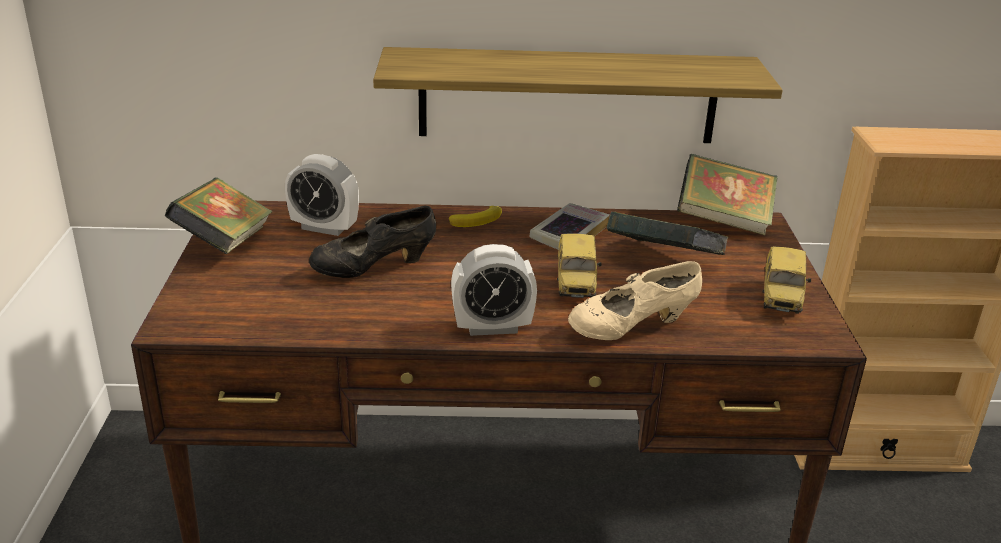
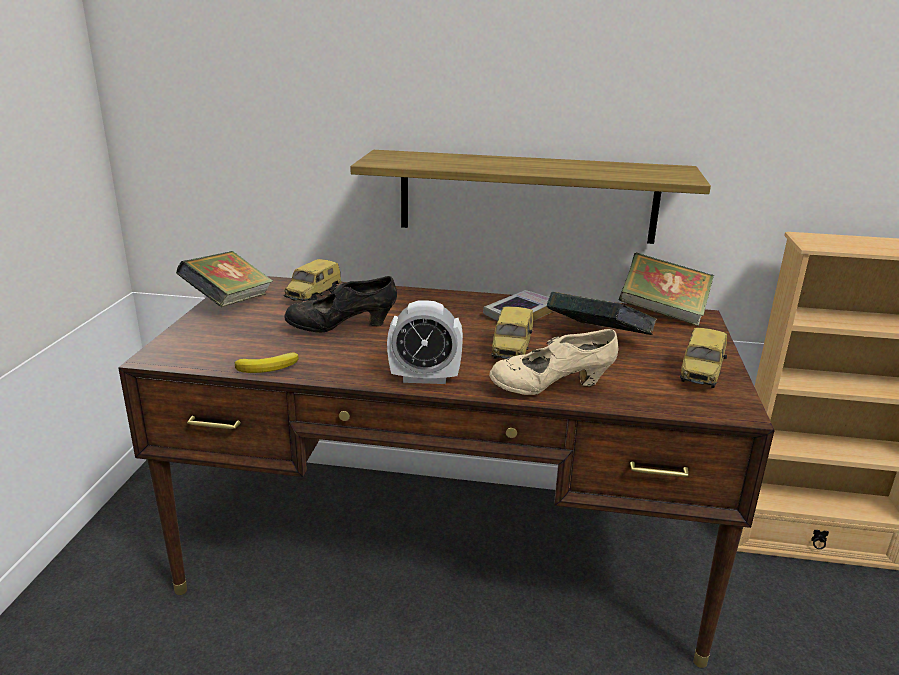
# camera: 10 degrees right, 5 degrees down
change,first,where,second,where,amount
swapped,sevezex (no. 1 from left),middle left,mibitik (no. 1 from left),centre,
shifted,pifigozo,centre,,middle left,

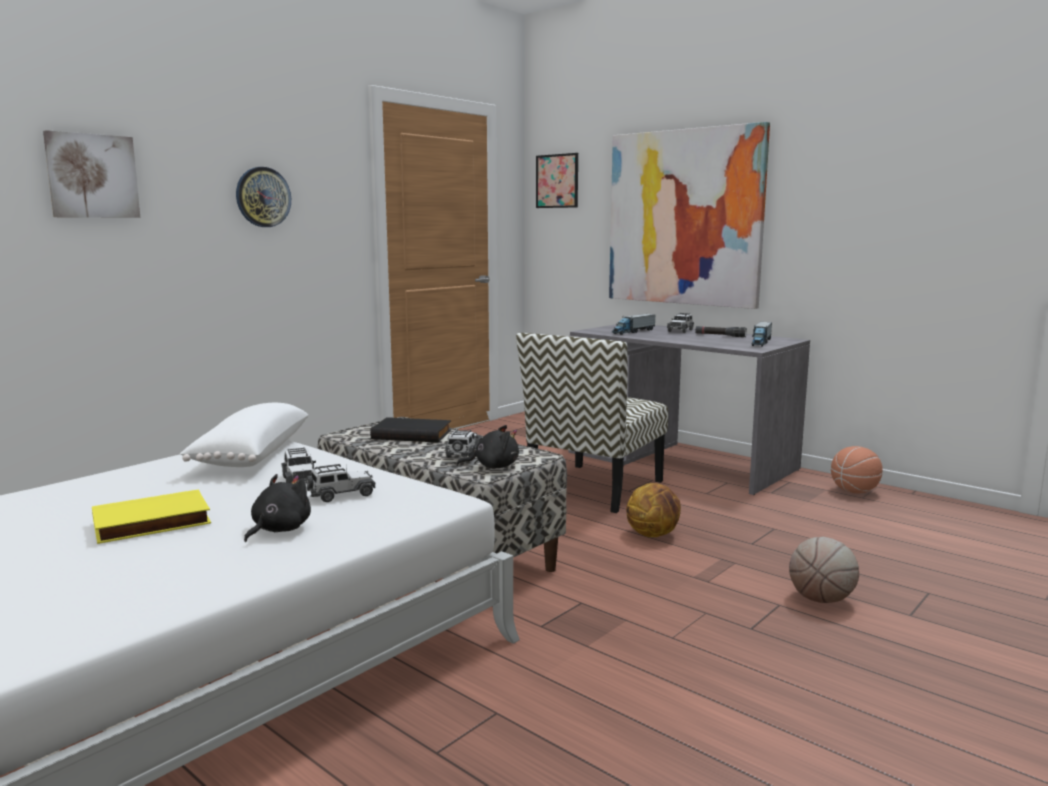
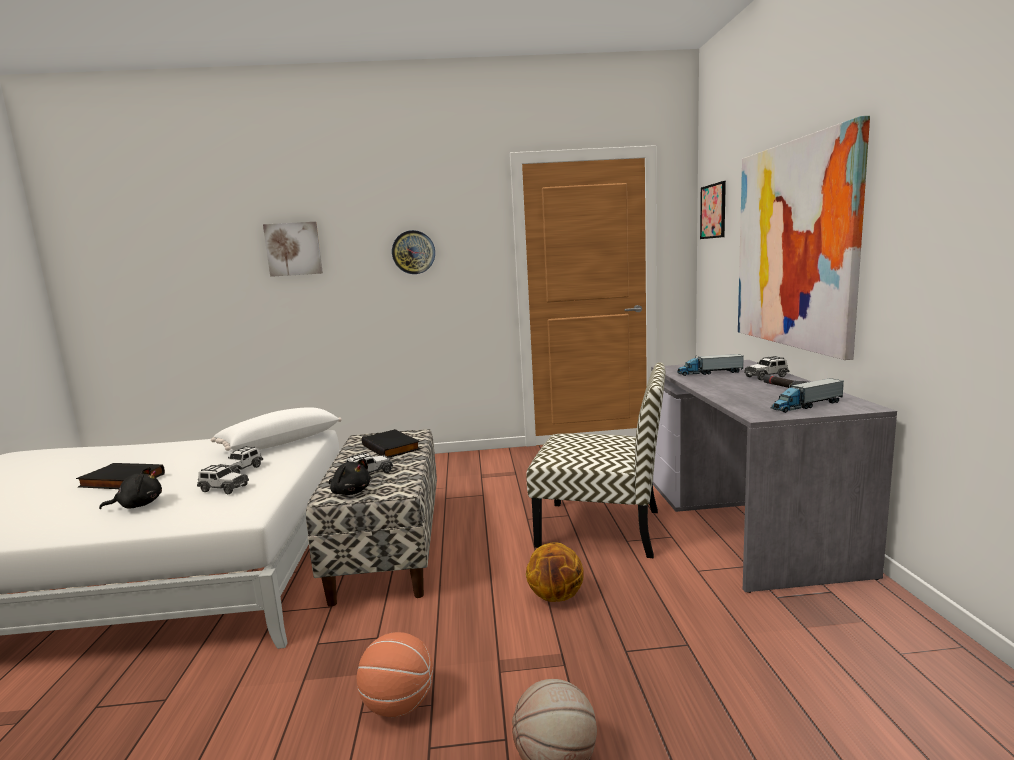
# camera: 45 degrees right, 0 degrees up
change,first,where,second,where,amount
repainted,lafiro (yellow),middle left,lafiro (black) (no. 1 from left),middle left,
rotated,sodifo,centre,,centre,150 degrees counterclockwise
shifted,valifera (no. 3 from left in the first image),middle right,valifera (no. 1 from left),bottom centre,

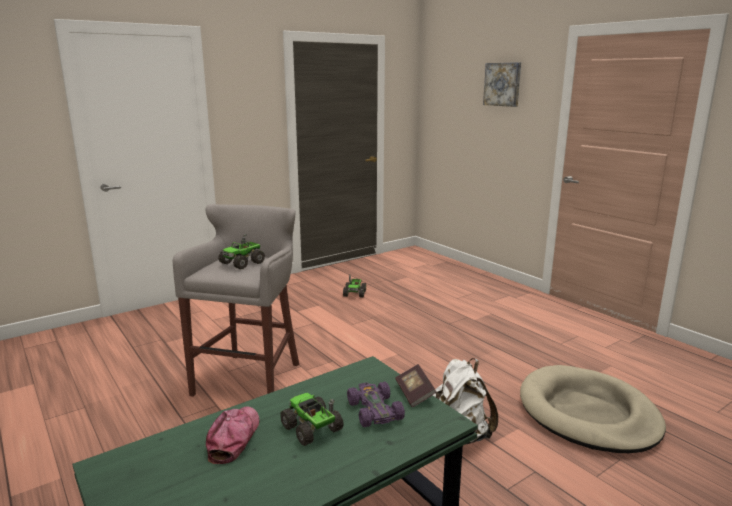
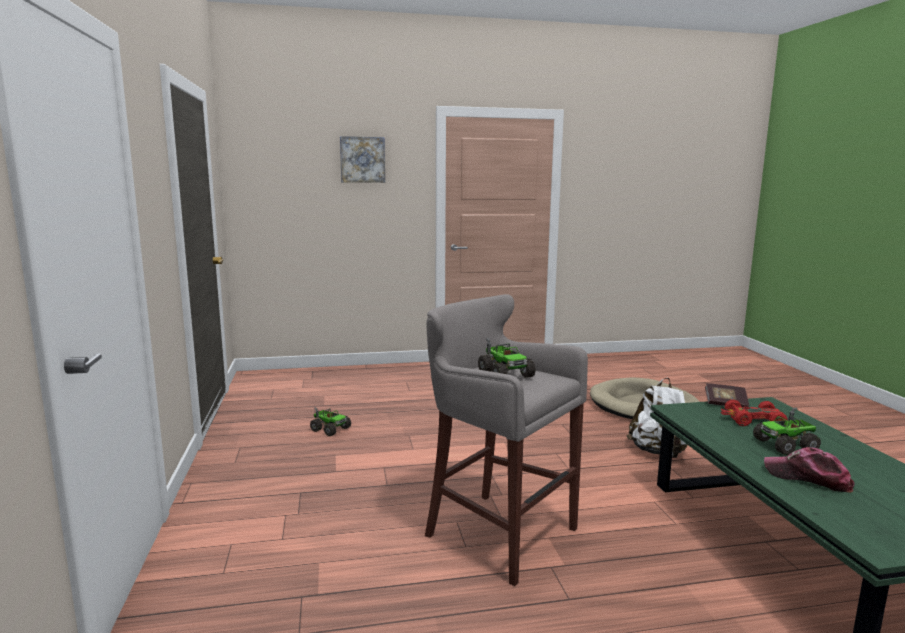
# camera: 65 degrees left, 5 degrees down
change,first,where,second,where,amount
repainted,mibitik (purple),bottom centre,mibitik (red),middle right,

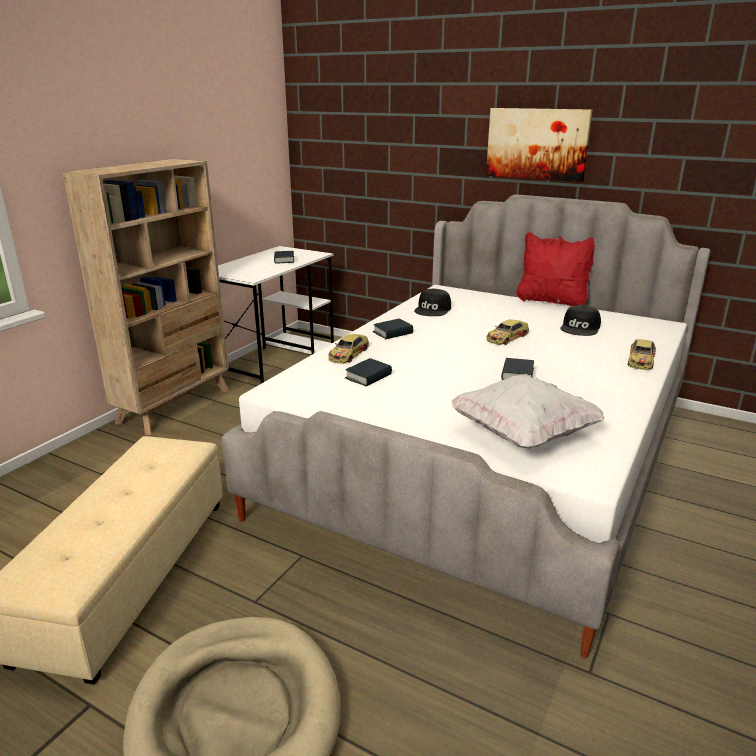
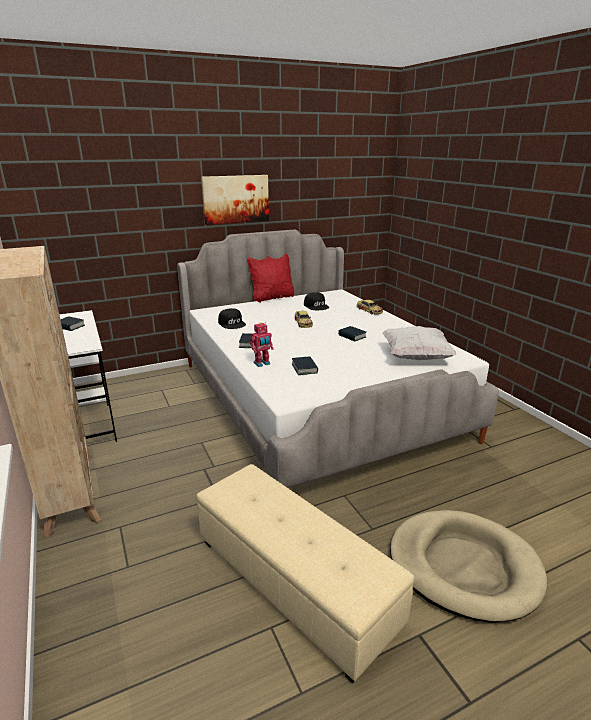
# camera: 55 degrees left, 0 degrees up
change,first,where,second,where,amount
swapped,mibitik (no. 1 from left),centre,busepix,centre,

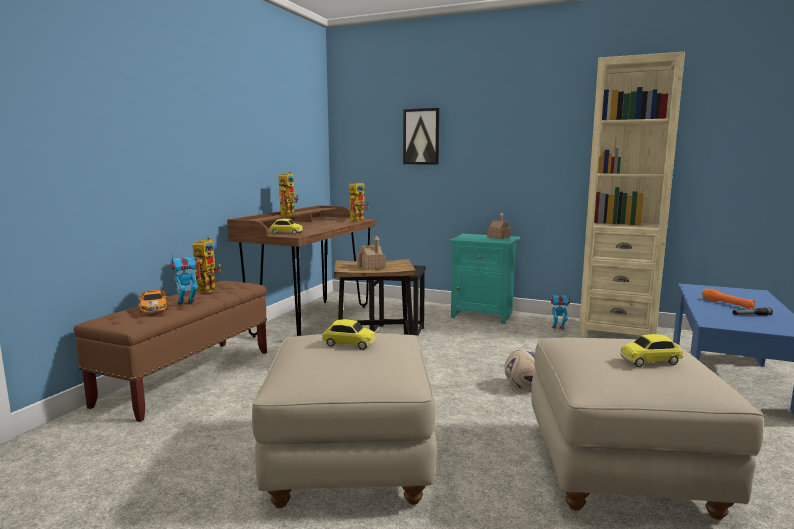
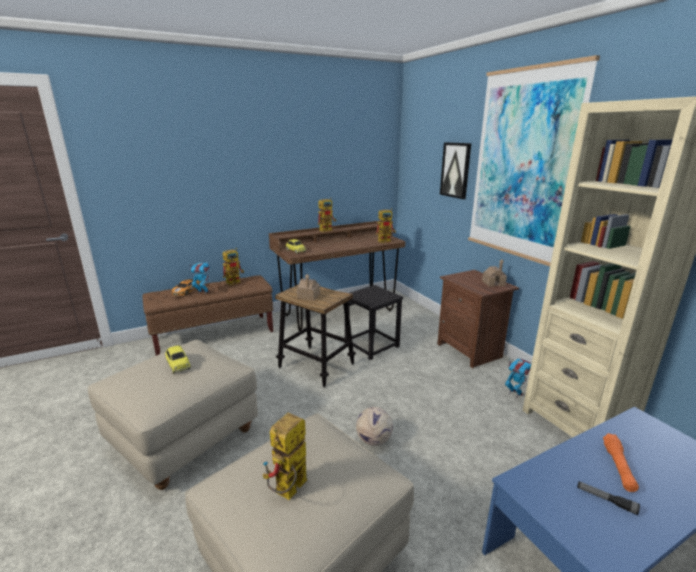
# camera: 40 degrees right, 10 degrees up
change,first,where,second,where,amount
repainted,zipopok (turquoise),centre,zipopok (brown),middle right,
swapped,mibitik (no. 4 from left),middle right,busepix (no. 3 from left),bottom centre,
new,,,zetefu (no. 2 from left),top right,

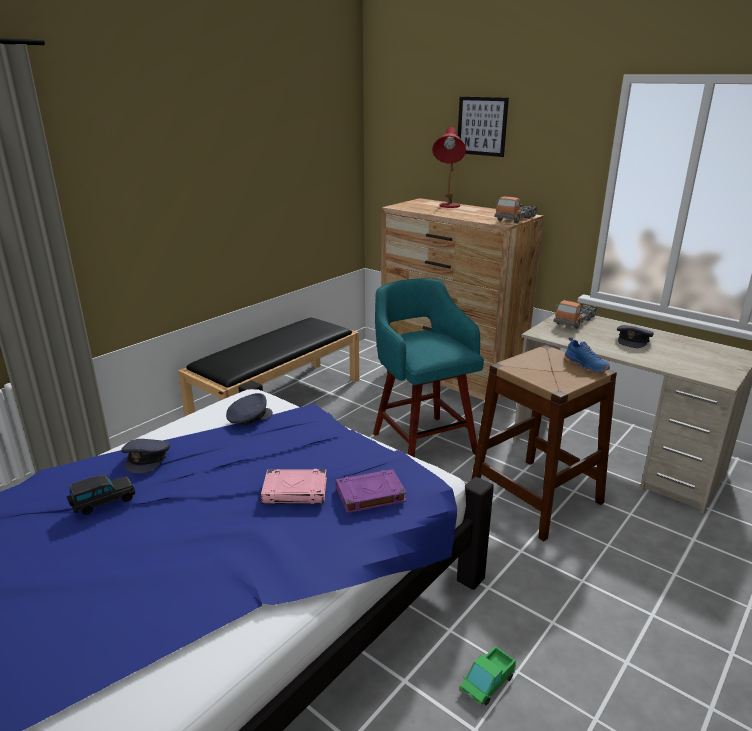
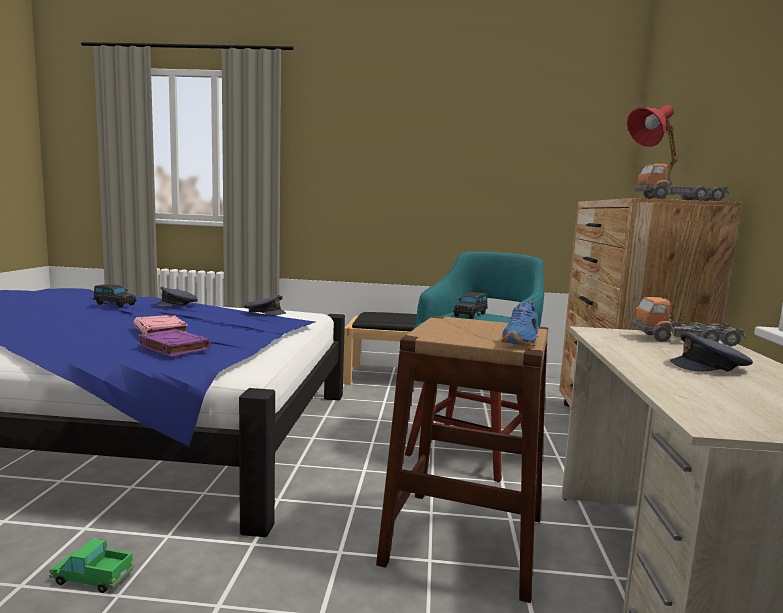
# camera: 55 degrees right, 15 degrees down
change,first,where,second,where,amount
gone,zetefu,top centre,,,
new,,,mibitik (black) (no. 2 from left),centre,

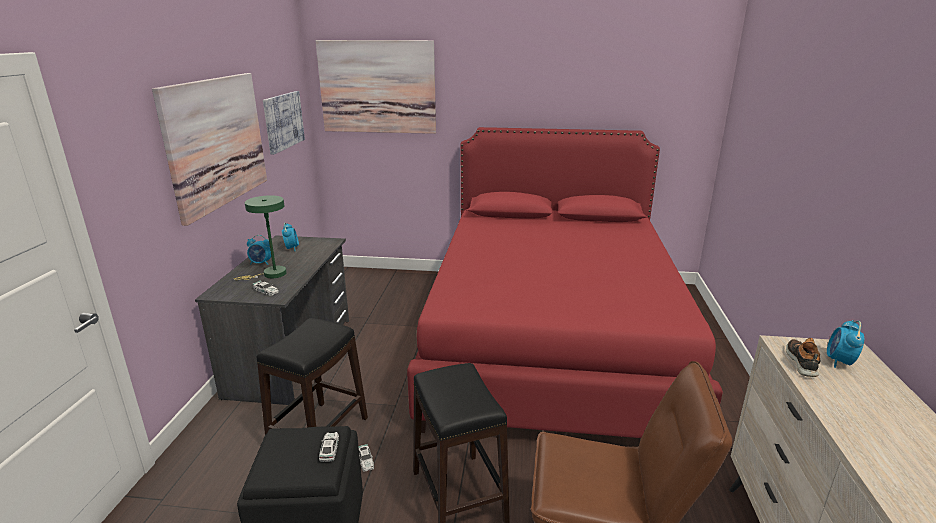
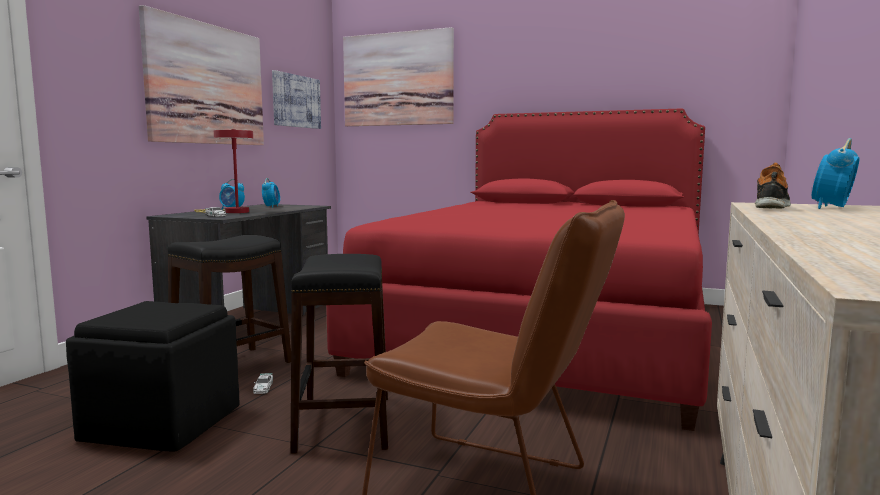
# camera: 15 degrees right, 15 degrees down
change,first,where,second,where,amount
repainted,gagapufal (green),middle left,gagapufal (red),middle left,
gone,mibitik (no. 2 from left),bottom centre,,,

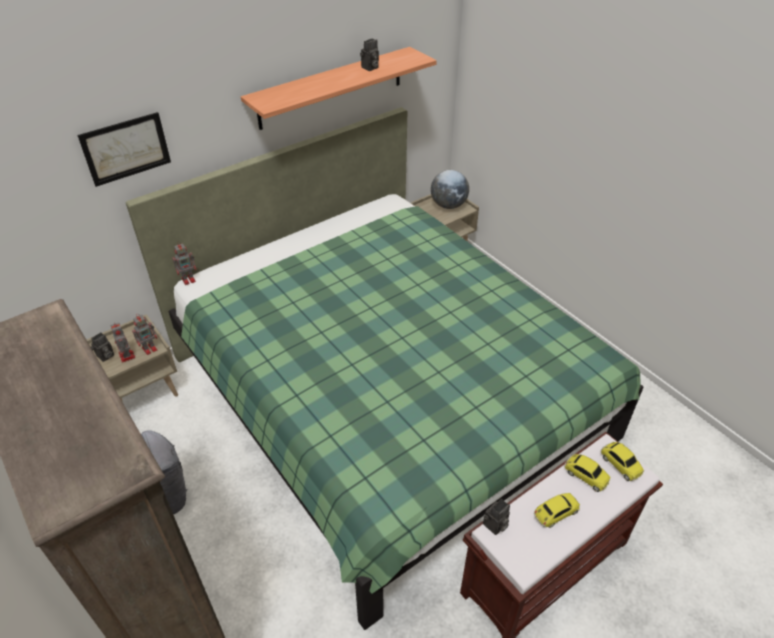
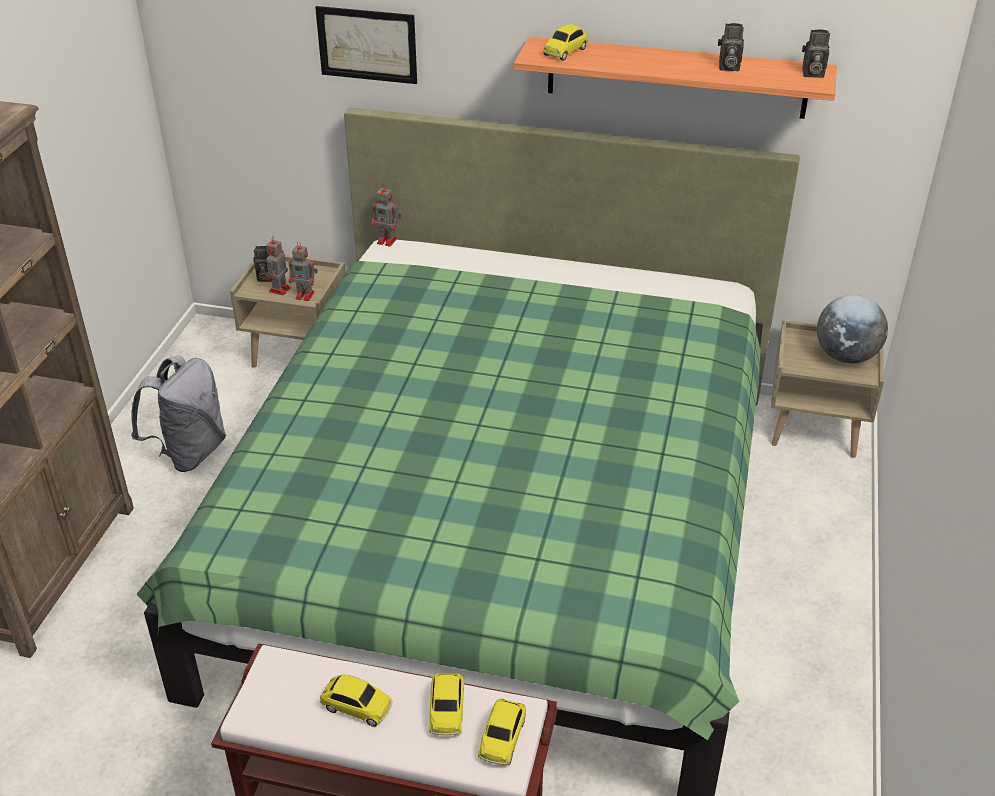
# camera: 50 degrees right, 5 degrees down
change,first,where,second,where,amount
shifted,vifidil (no. 3 from left),bottom centre,,top right,
new,,,mibitik (no. 4 from left),top centre,

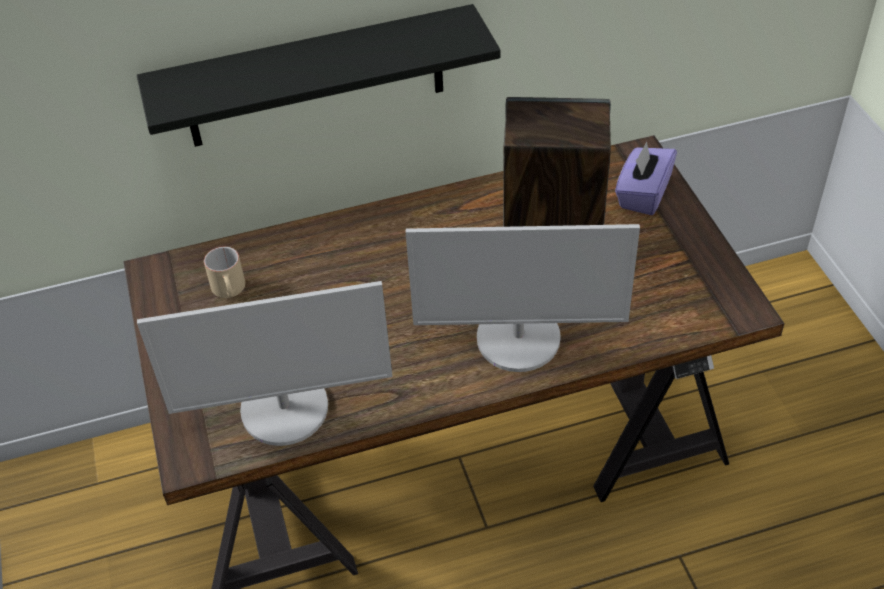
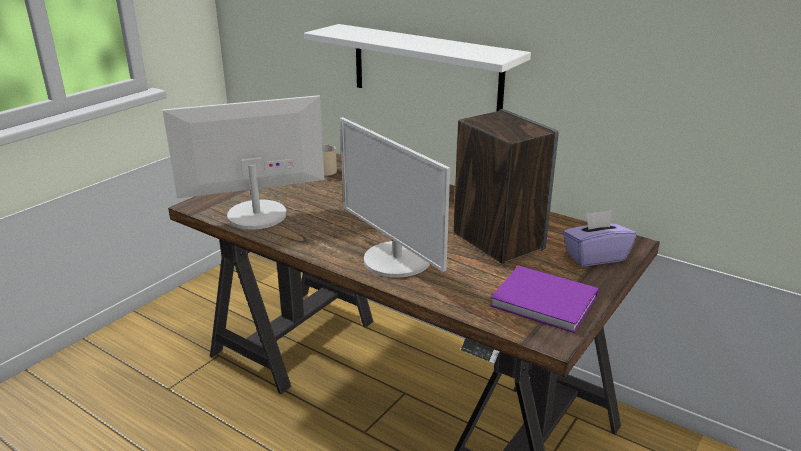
# camera: 50 degrees right, 20 degrees down
change,first,where,second,where,amount
repainted,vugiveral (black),top centre,vugiveral (white),top centre,
rotated,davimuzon (no. 1 from left),middle left,,middle left,120 degrees clockwise
new,,,lafiro (purple),middle right,

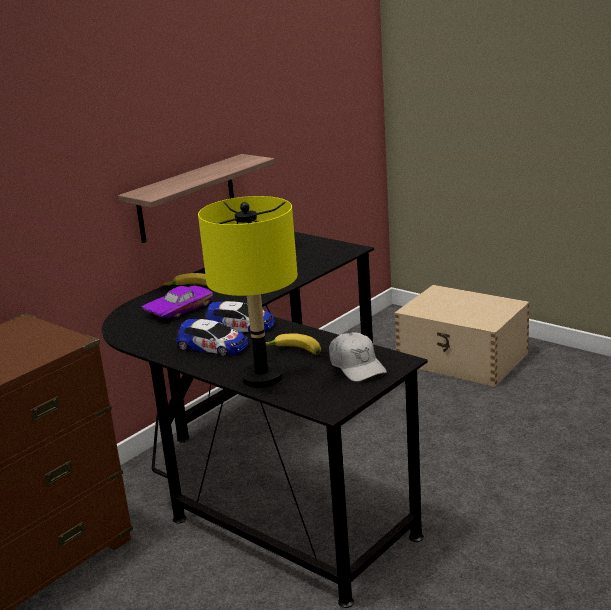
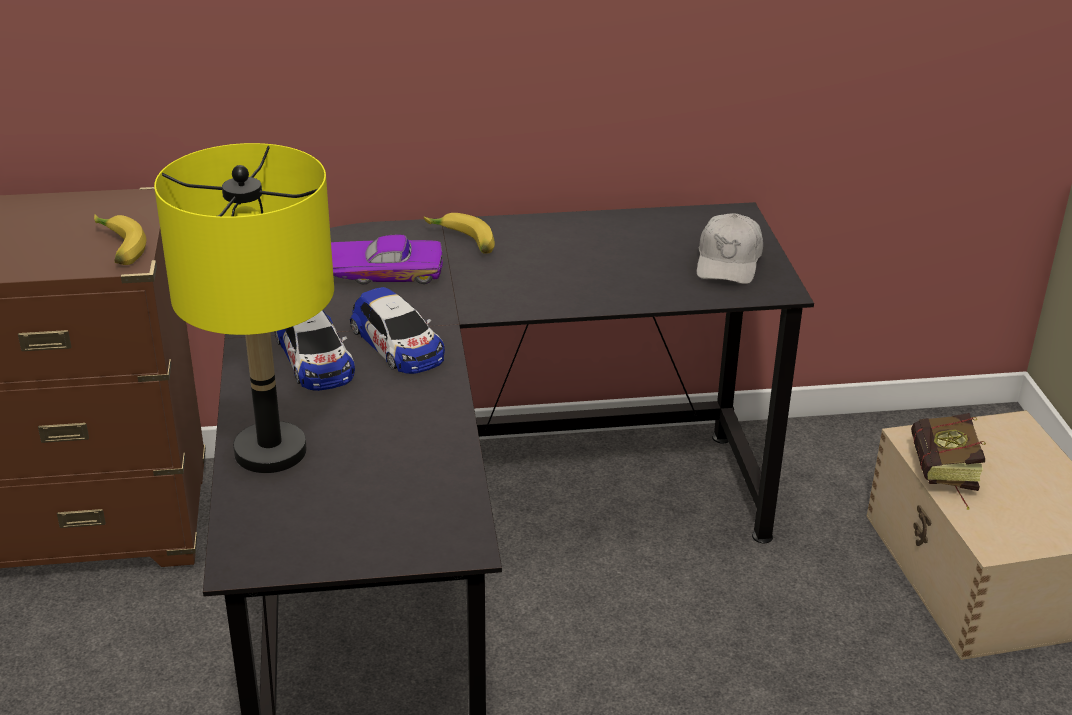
# camera: 40 degrees right, 10 degrees up
change,first,where,second,where,amount
gone,vugiveral,top left,,,
shifted,pifigozo (no. 2 from left in the first image),centre,pifigozo (no. 1 from left),middle left,
shifted,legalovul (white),centre,,middle right,
new,,,lafiro,middle right,

